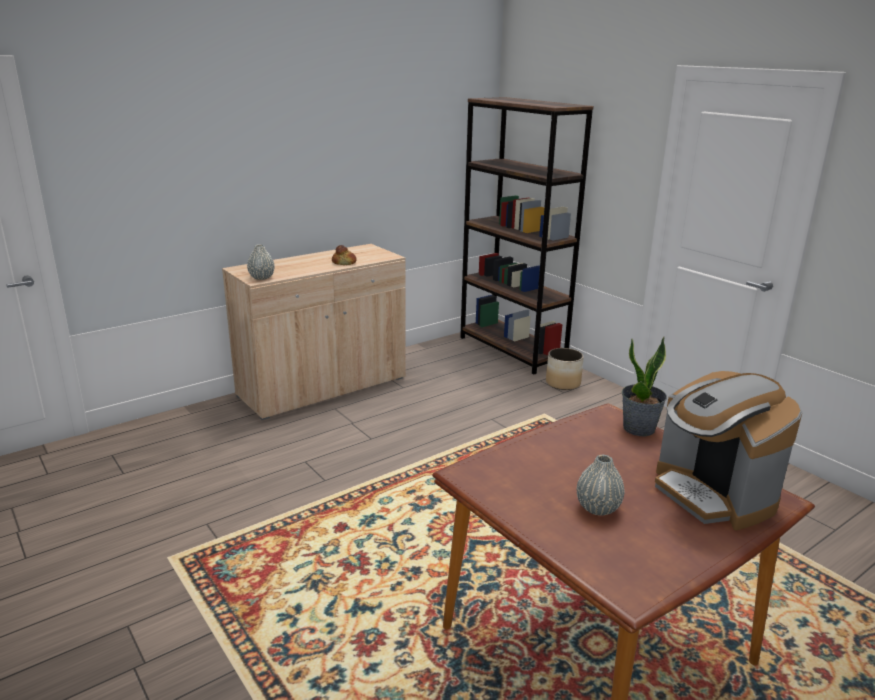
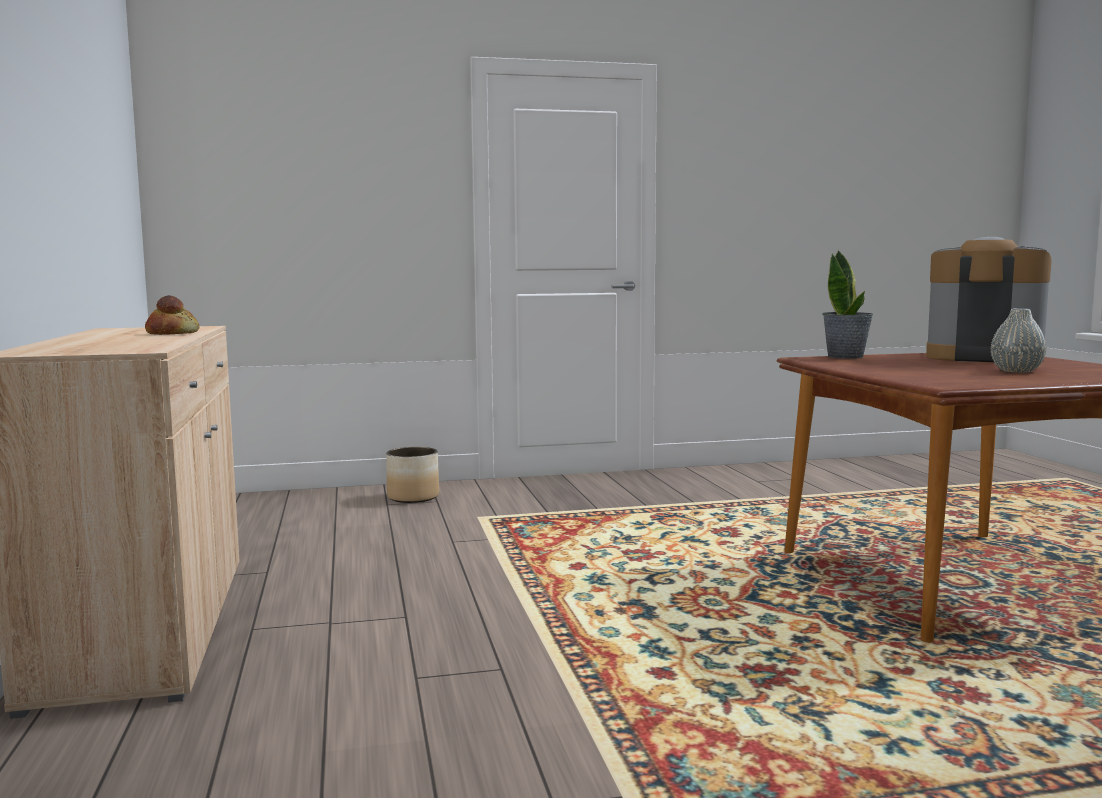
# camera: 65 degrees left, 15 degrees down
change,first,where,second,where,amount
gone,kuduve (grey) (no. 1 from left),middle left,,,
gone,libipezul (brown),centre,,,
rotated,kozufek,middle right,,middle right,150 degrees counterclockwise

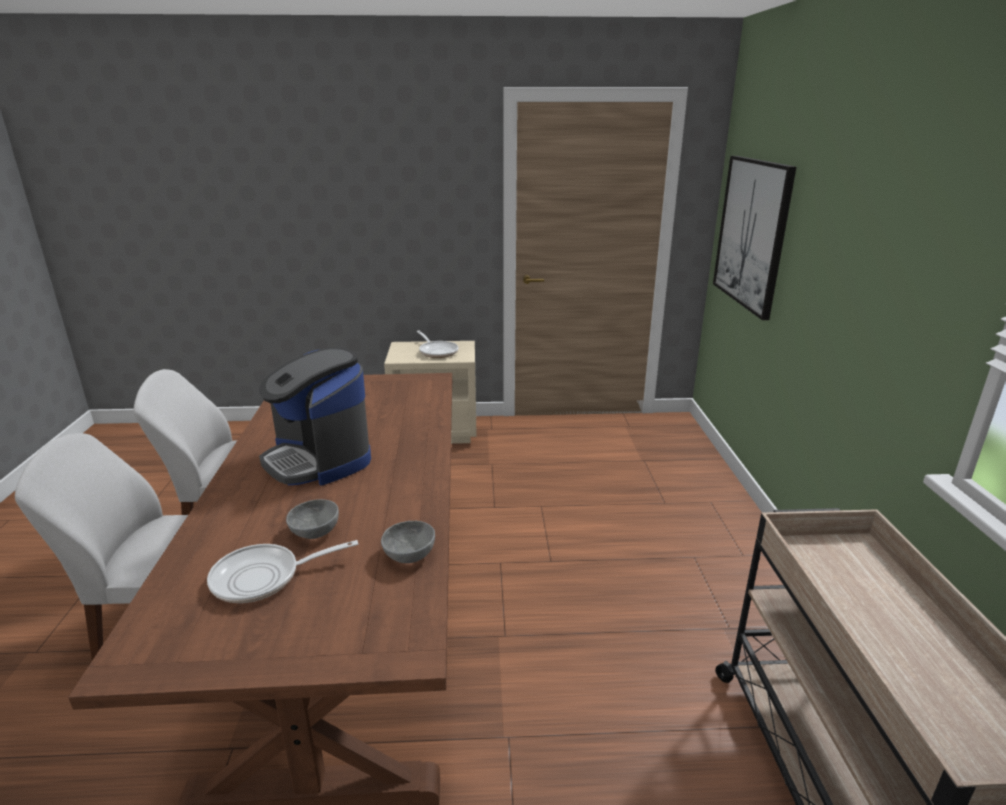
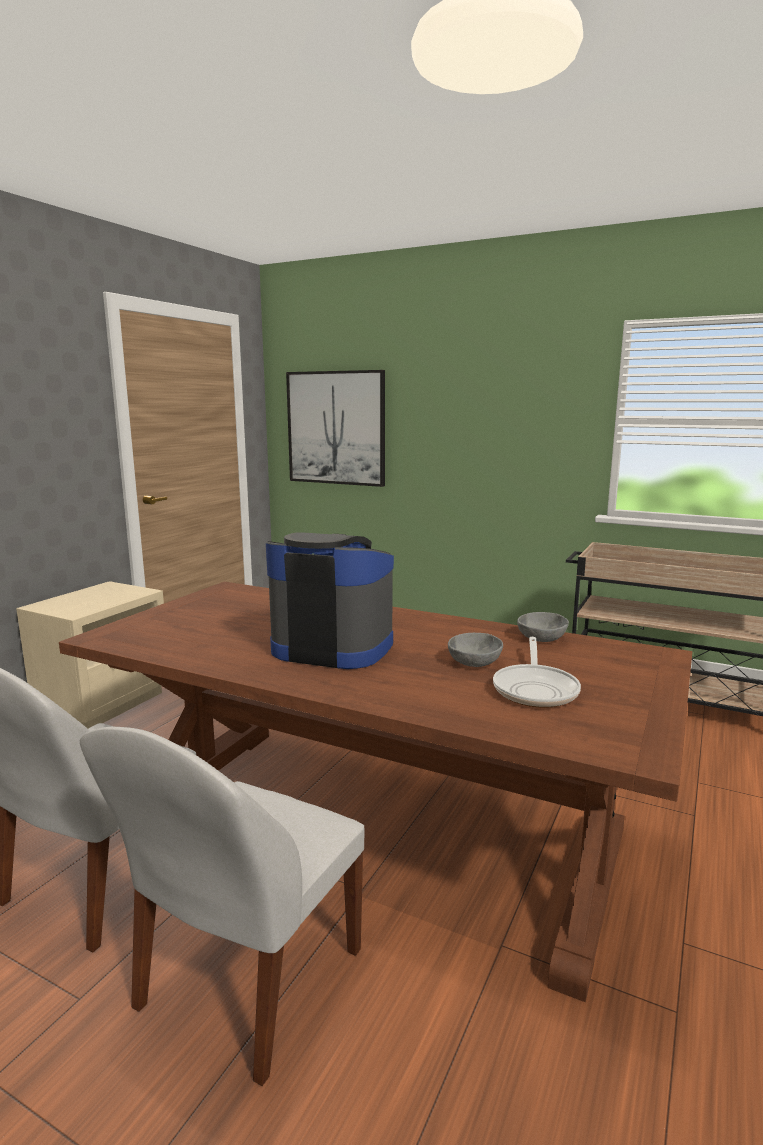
# camera: 60 degrees left, 10 degrees down
change,first,where,second,where,amount
rotated,kozufek,middle left,,centre,150 degrees counterclockwise
gone,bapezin (no. 2 from left),centre,,,

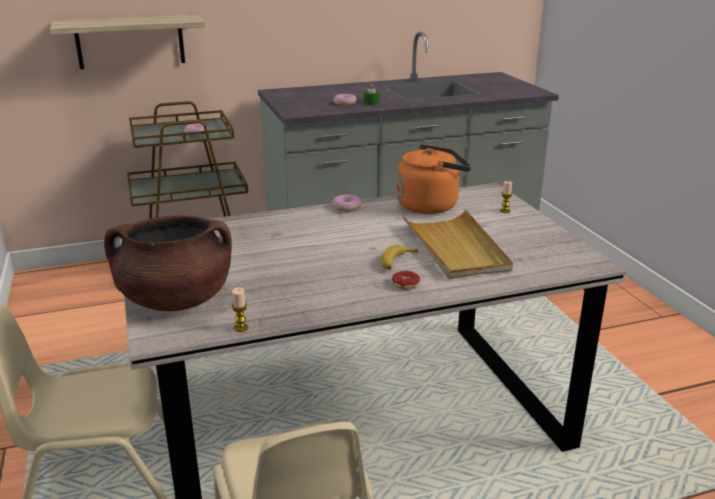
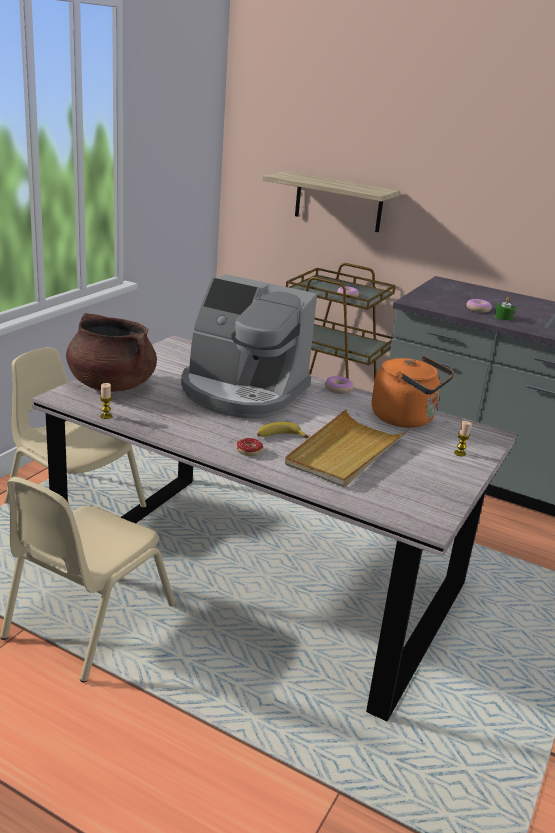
# camera: 45 degrees right, 0 degrees up
change,first,where,second,where,amount
new,,,kozufek,centre,

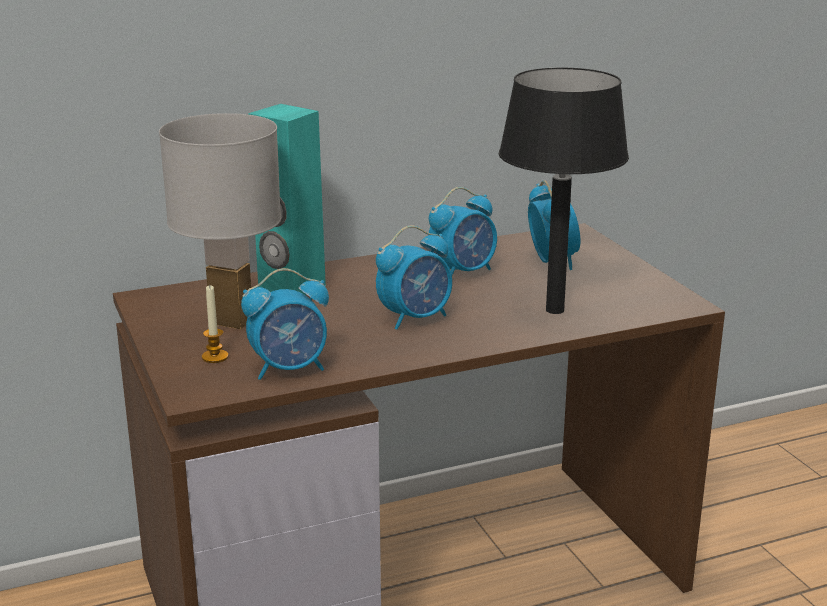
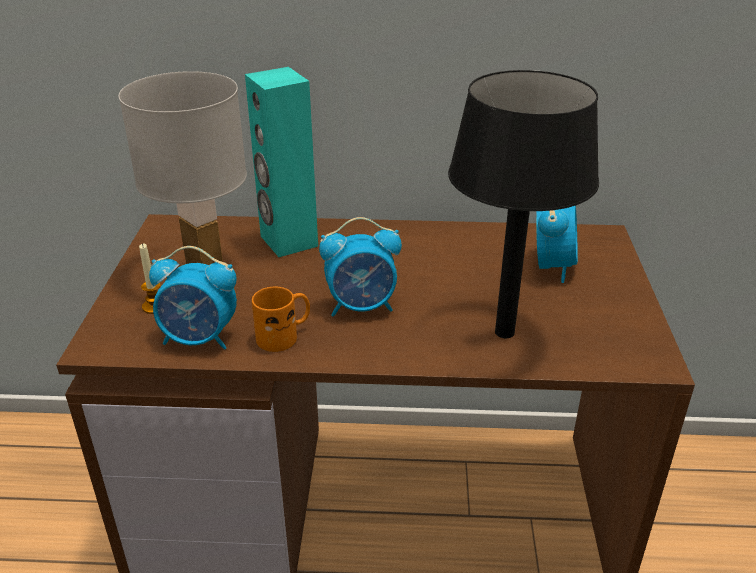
# camera: 25 degrees right, 10 degrees up
change,first,where,second,where,amount
gone,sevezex (no. 3 from left),centre,,,
new,,,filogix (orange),centre,

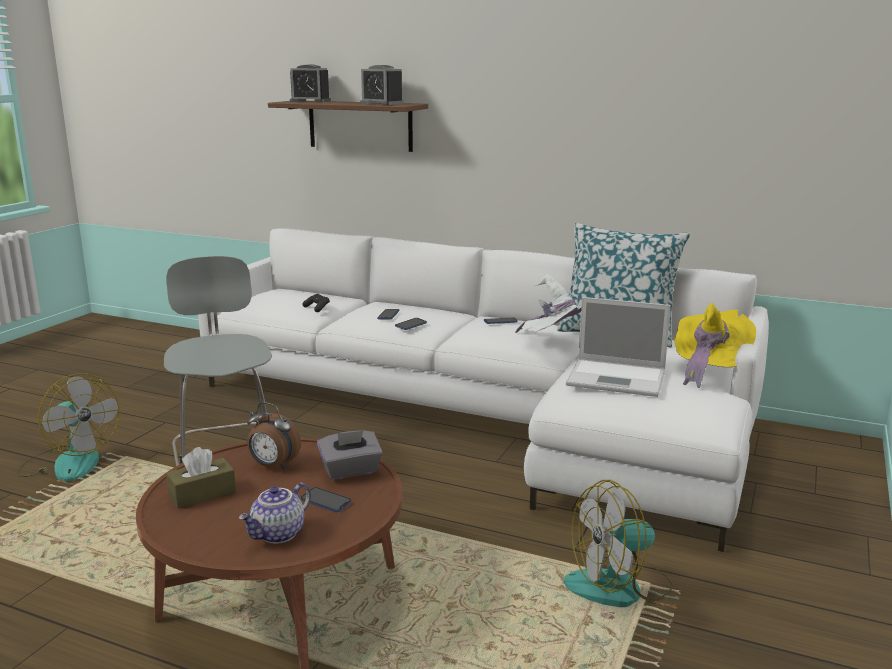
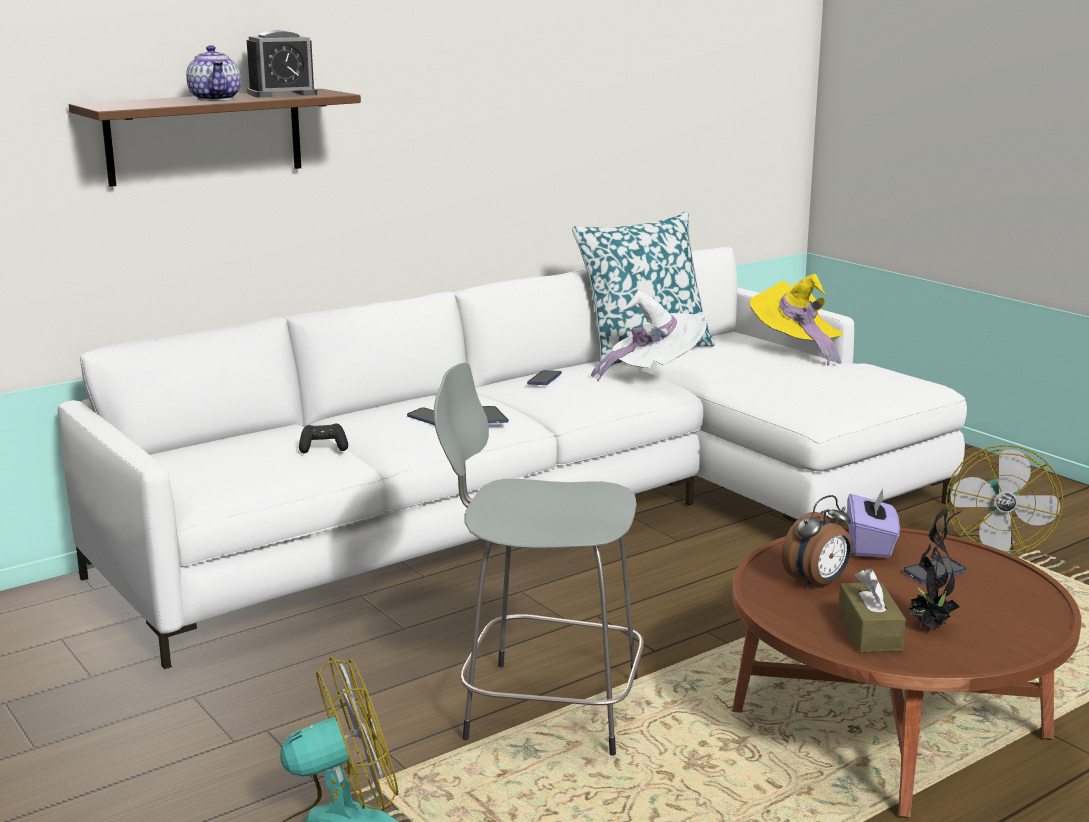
# camera: 60 degrees left, 0 degrees up
change,first,where,second,where,amount
shifted,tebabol,bottom left,,top left,
gone,sevezex (no. 2 from left),top centre,,,
repainted,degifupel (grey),bottom centre,degifupel (purple),middle right,
gone,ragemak,middle right,,,
new,,,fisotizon,bottom right,

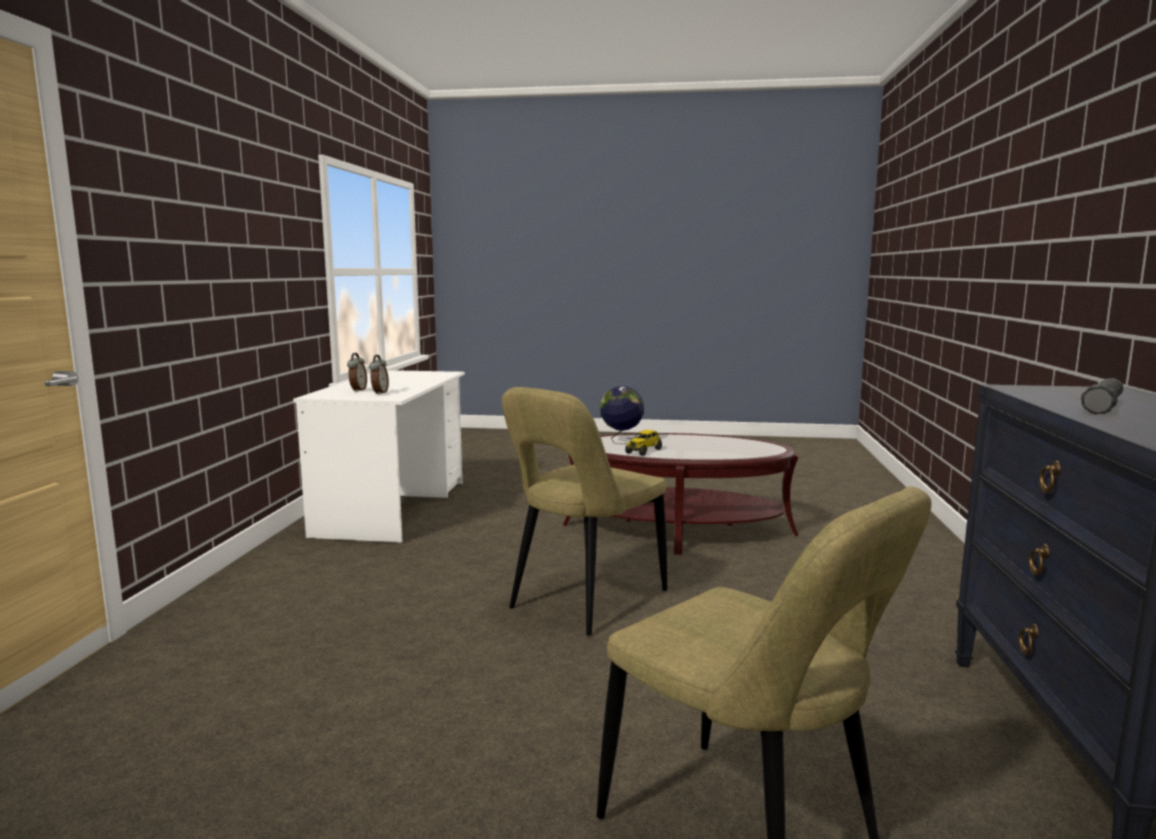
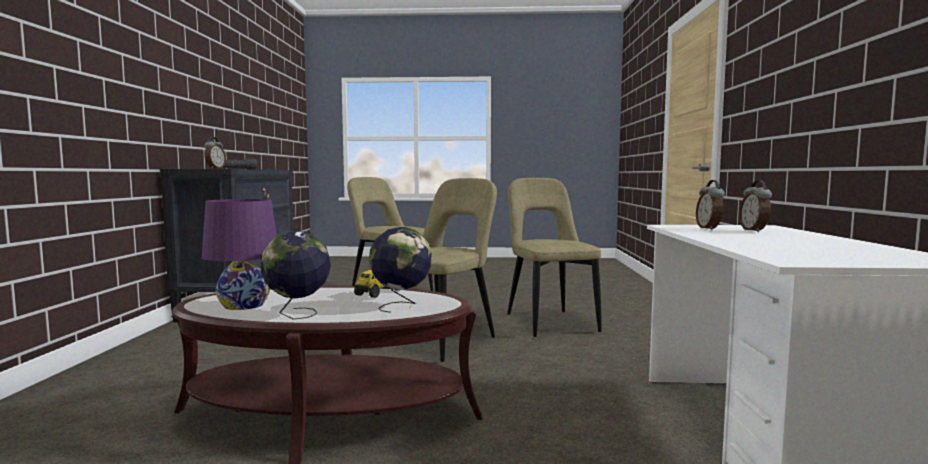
# camera: 175 degrees right, 5 degrees down
change,first,where,second,where,amount
new,,,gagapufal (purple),middle left,
new,,,sevezex (no. 1 from left),top left,
new,,,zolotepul (no. 1 from left),middle left,
new,,,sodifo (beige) (no. 3 from left),centre,

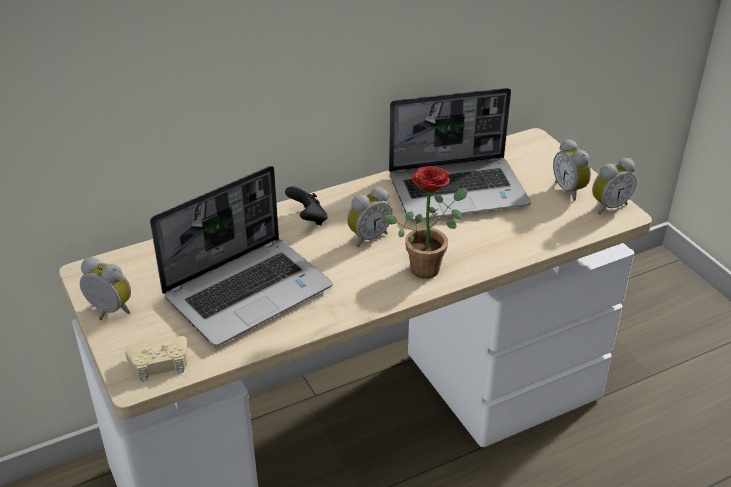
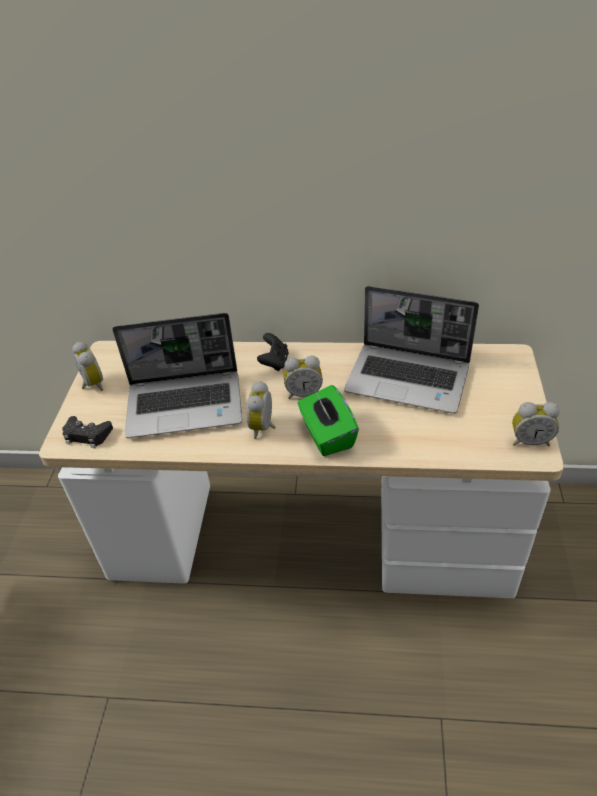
# camera: 35 degrees right, 5 degrees up
change,first,where,second,where,amount
repainted,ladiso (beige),bottom left,ladiso (black) (no. 1 from left),middle left,
swapped,fisotizon,centre,degifupel (green),centre,
shifted,sevezex (no. 3 from left in the first image),middle right,sevezex (no. 2 from left),centre,

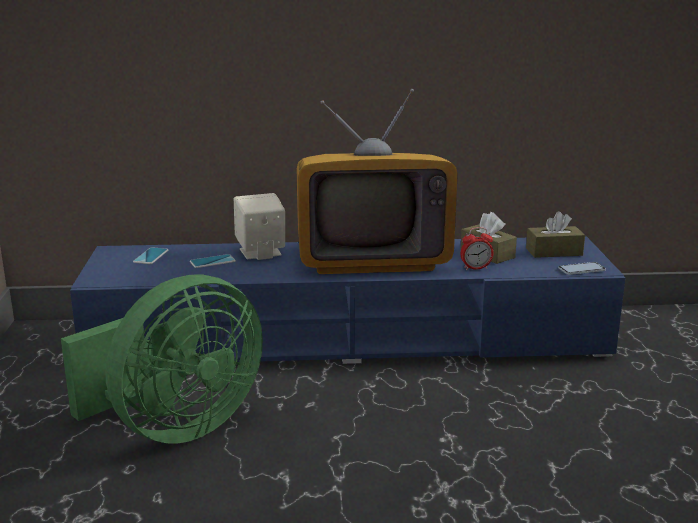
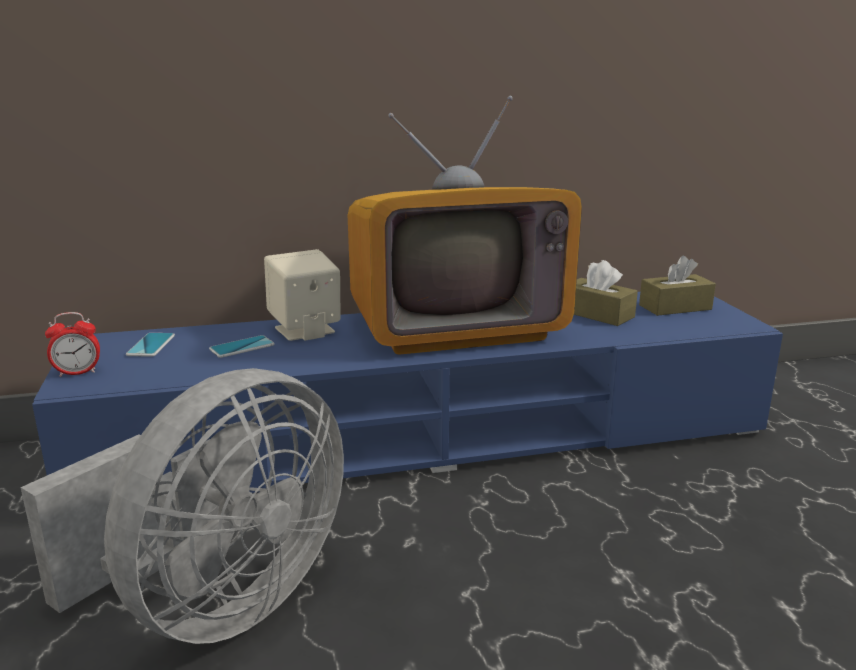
# camera: 10 degrees left, 0 degrees up
change,first,where,second,where,amount
repainted,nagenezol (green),bottom left,nagenezol (grey),bottom left,
shifted,sevezex,middle right,,middle left,
gone,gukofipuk (no. 3 from left),middle right,,,

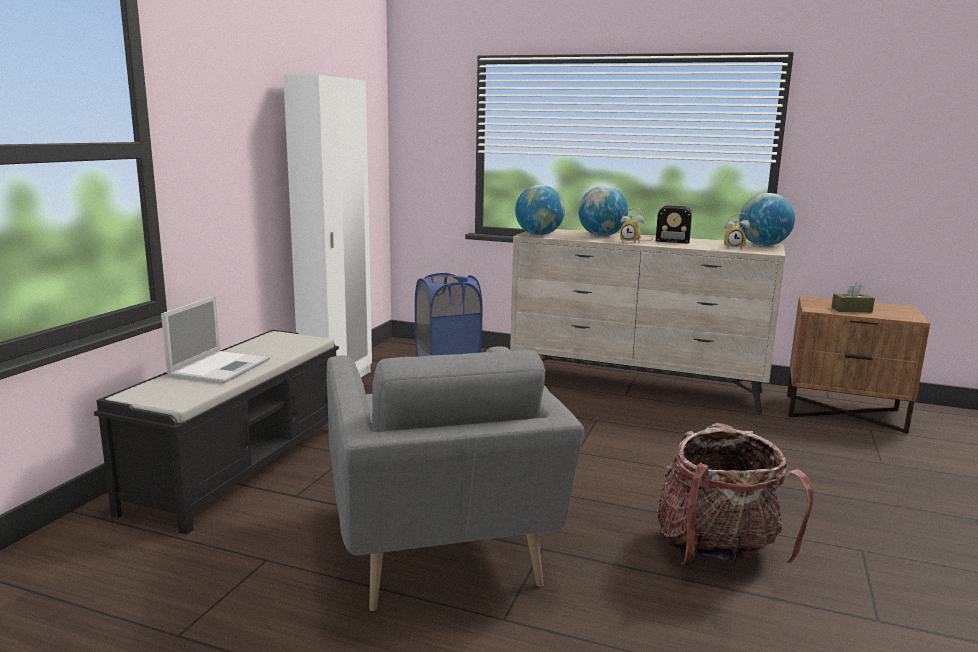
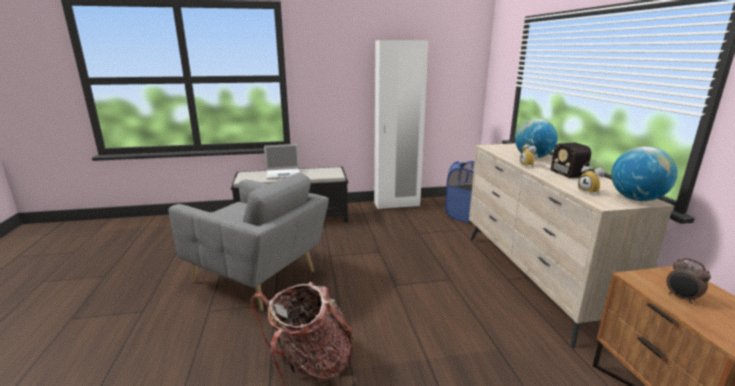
# camera: 60 degrees right, 5 degrees up
change,first,where,second,where,amount
rotated,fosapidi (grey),bottom centre,,centre,105 degrees counterclockwise
gone,zolotepul (no. 1 from left),top centre,,,
swapped,degifupel (brown),middle right,sevezex (no. 3 from left),bottom right,

